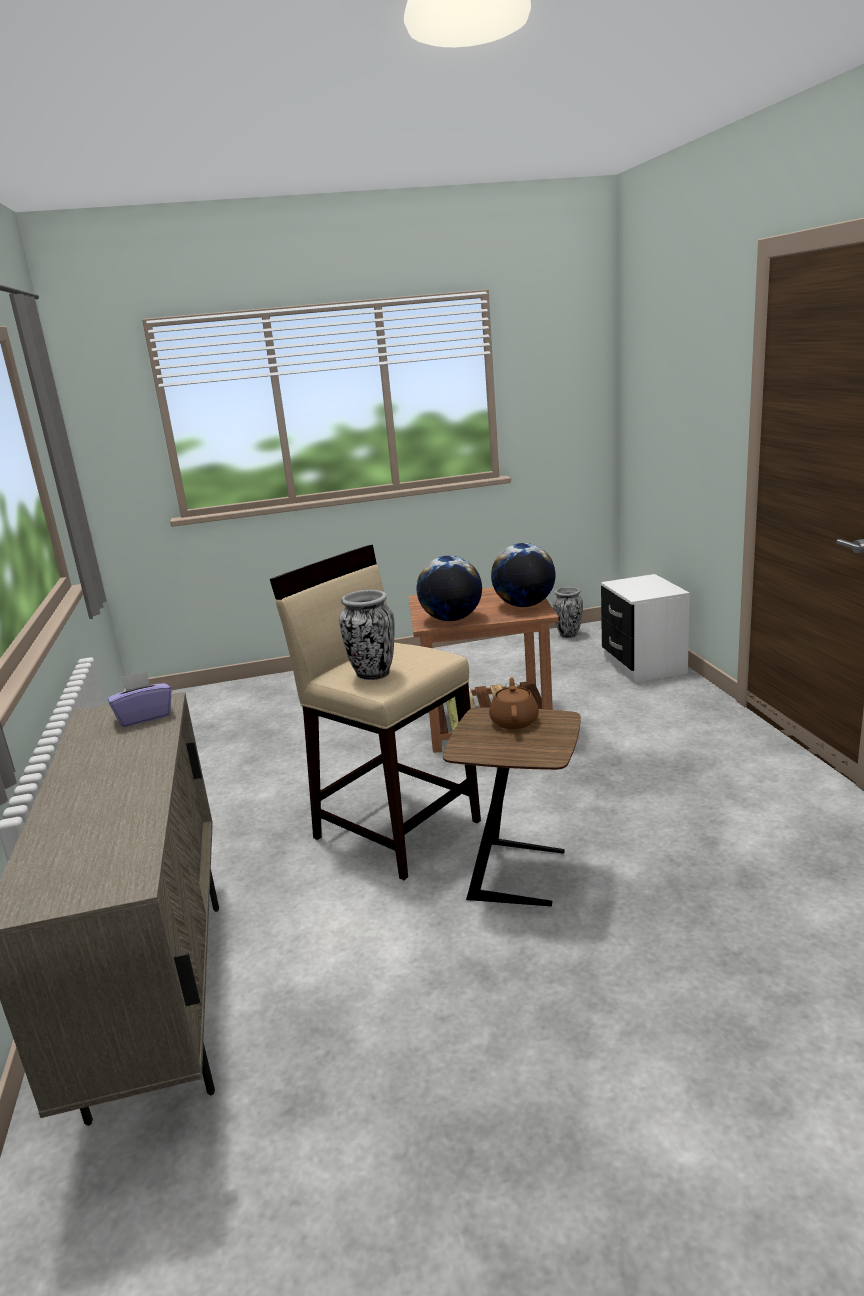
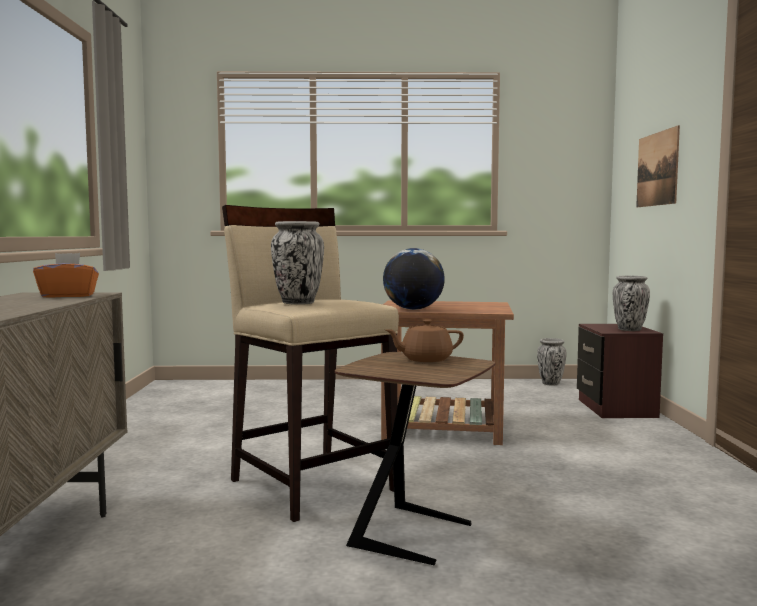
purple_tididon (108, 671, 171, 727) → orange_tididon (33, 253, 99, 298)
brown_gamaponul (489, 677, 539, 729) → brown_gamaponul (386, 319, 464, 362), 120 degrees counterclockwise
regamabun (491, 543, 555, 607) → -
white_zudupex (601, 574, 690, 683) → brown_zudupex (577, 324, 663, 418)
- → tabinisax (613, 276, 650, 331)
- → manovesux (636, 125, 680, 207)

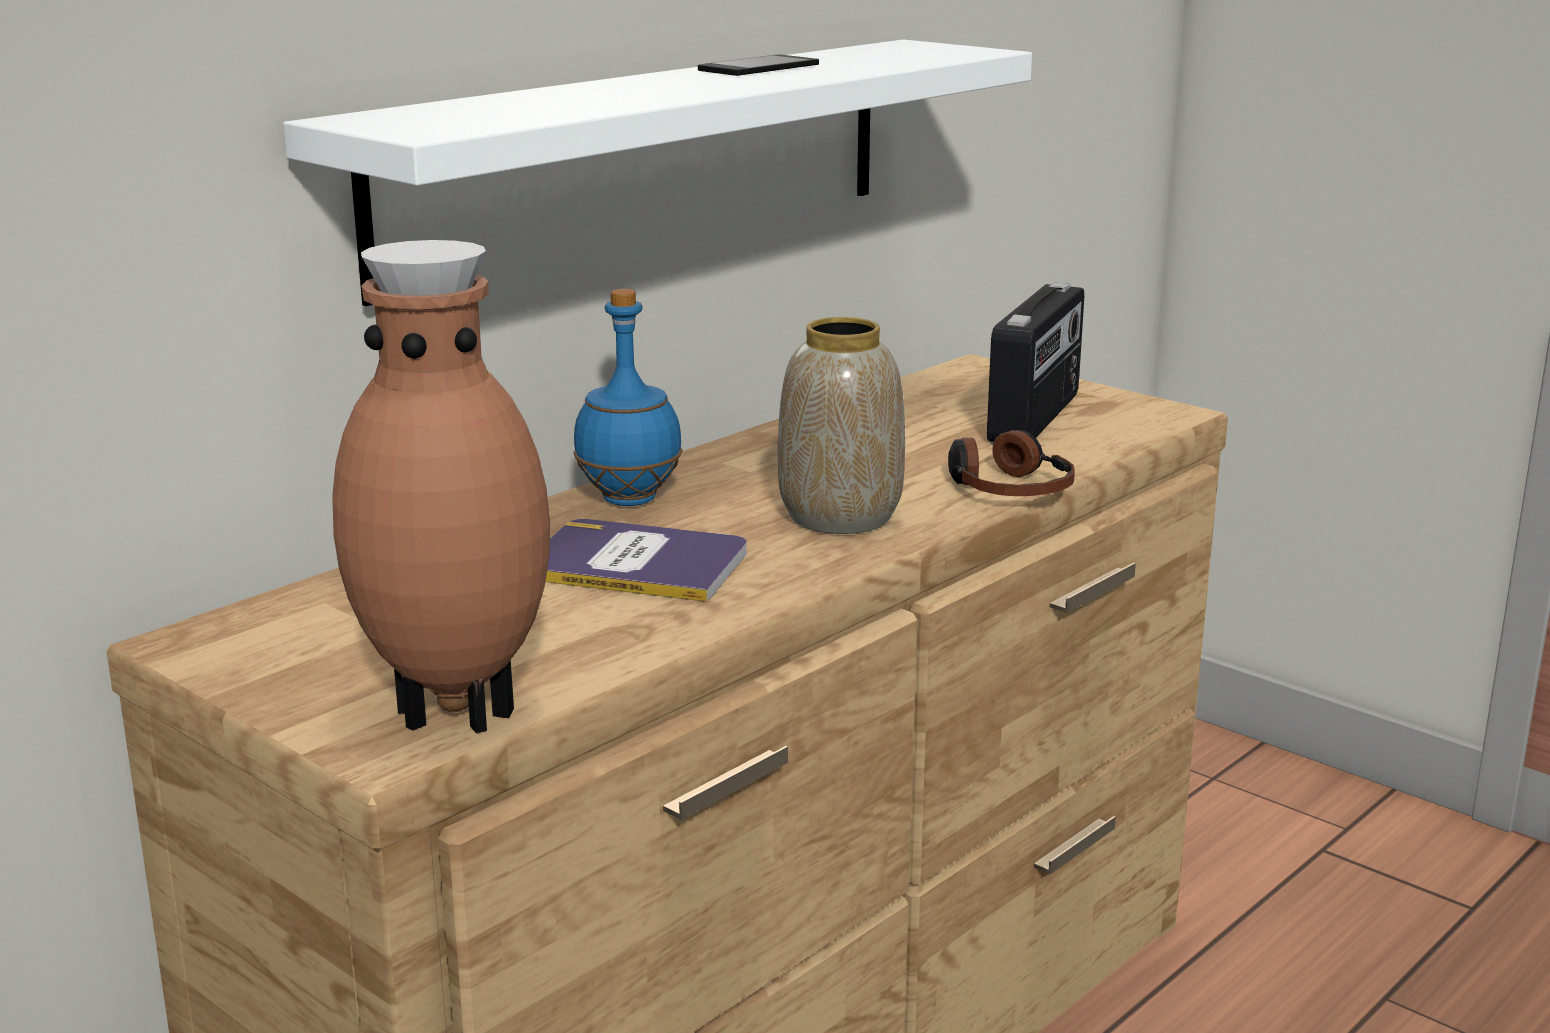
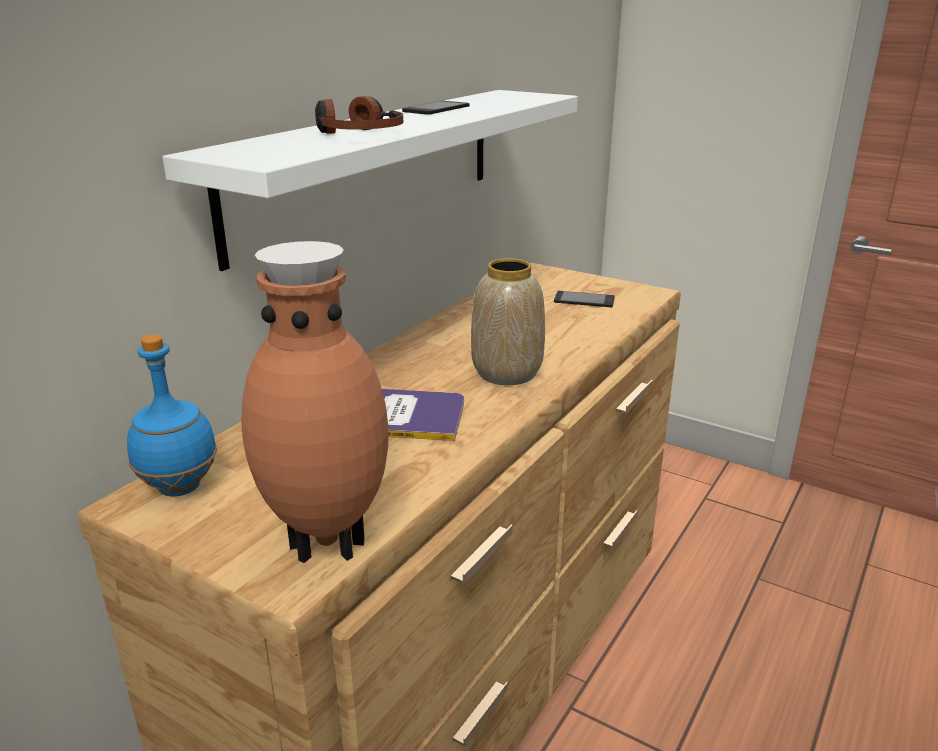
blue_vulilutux (573, 289, 683, 506) → blue_vulilutux (127, 335, 217, 497), shifted
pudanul (948, 430, 1075, 496) → pudanul (315, 96, 403, 134), shifted
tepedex (987, 282, 1084, 442) → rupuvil (554, 291, 615, 307)

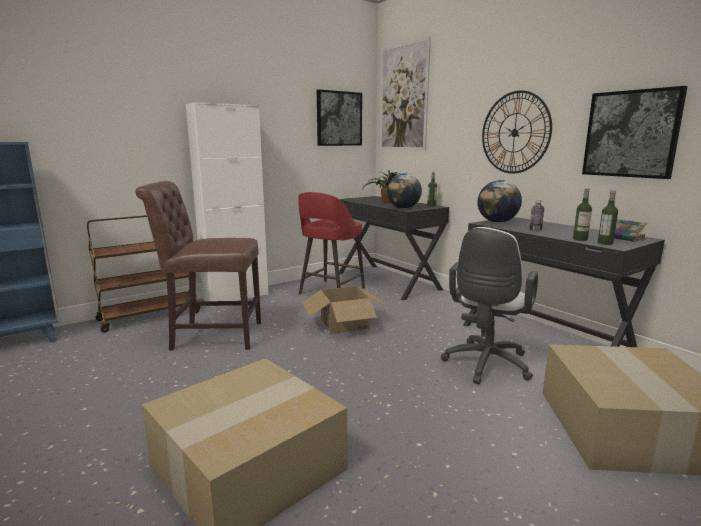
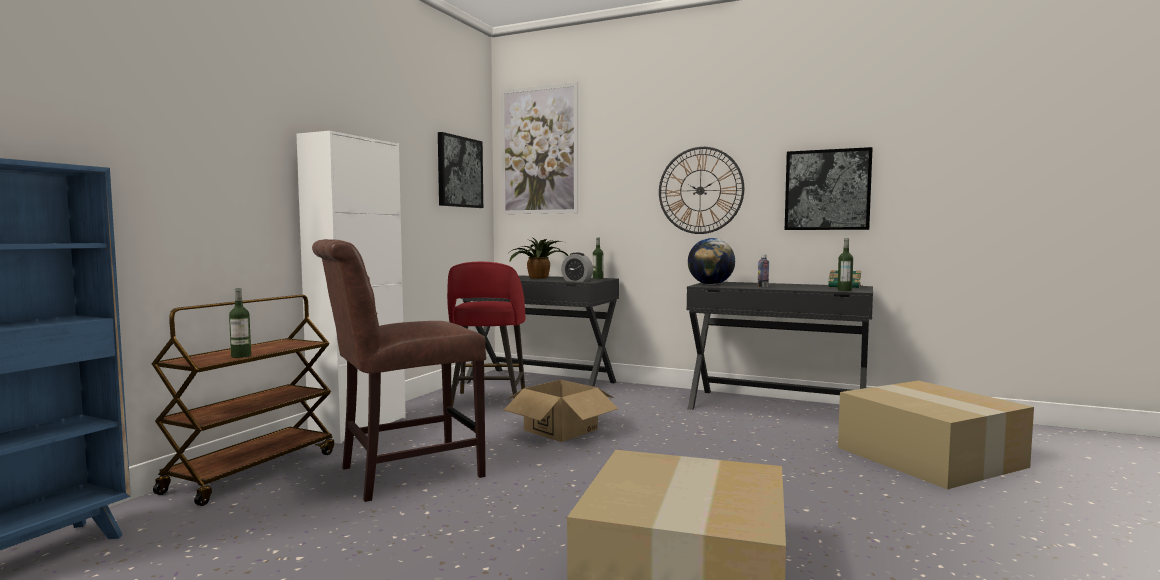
regamabun (387, 173, 422, 209) → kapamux (561, 253, 593, 282)
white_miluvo (441, 227, 538, 384) → -
vulilutux (573, 188, 592, 241) → vulilutux (229, 288, 251, 358), shifted

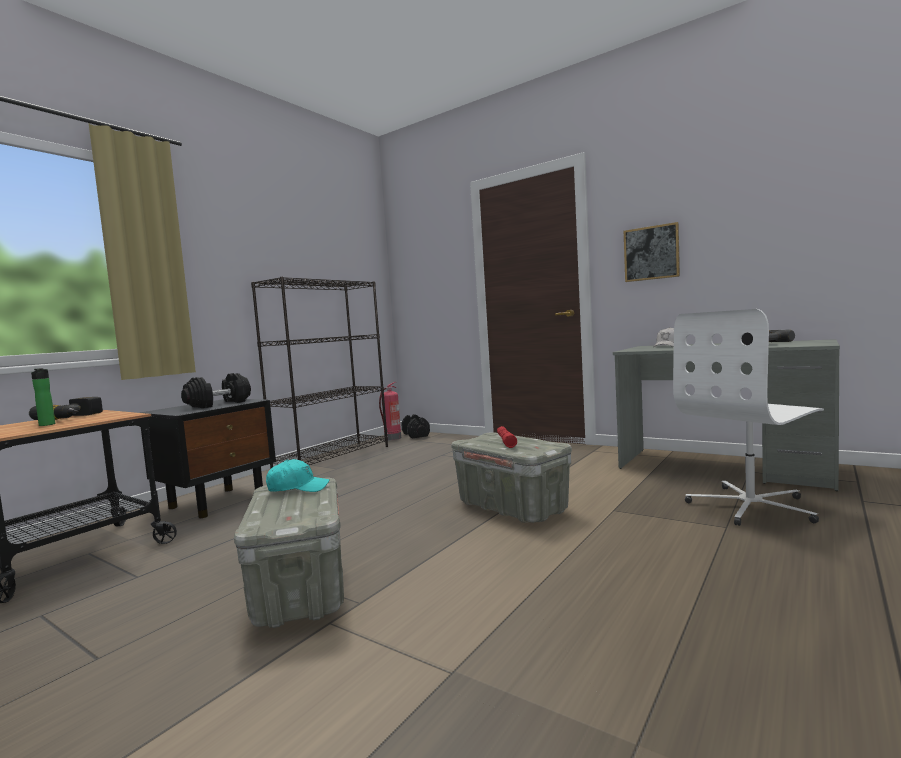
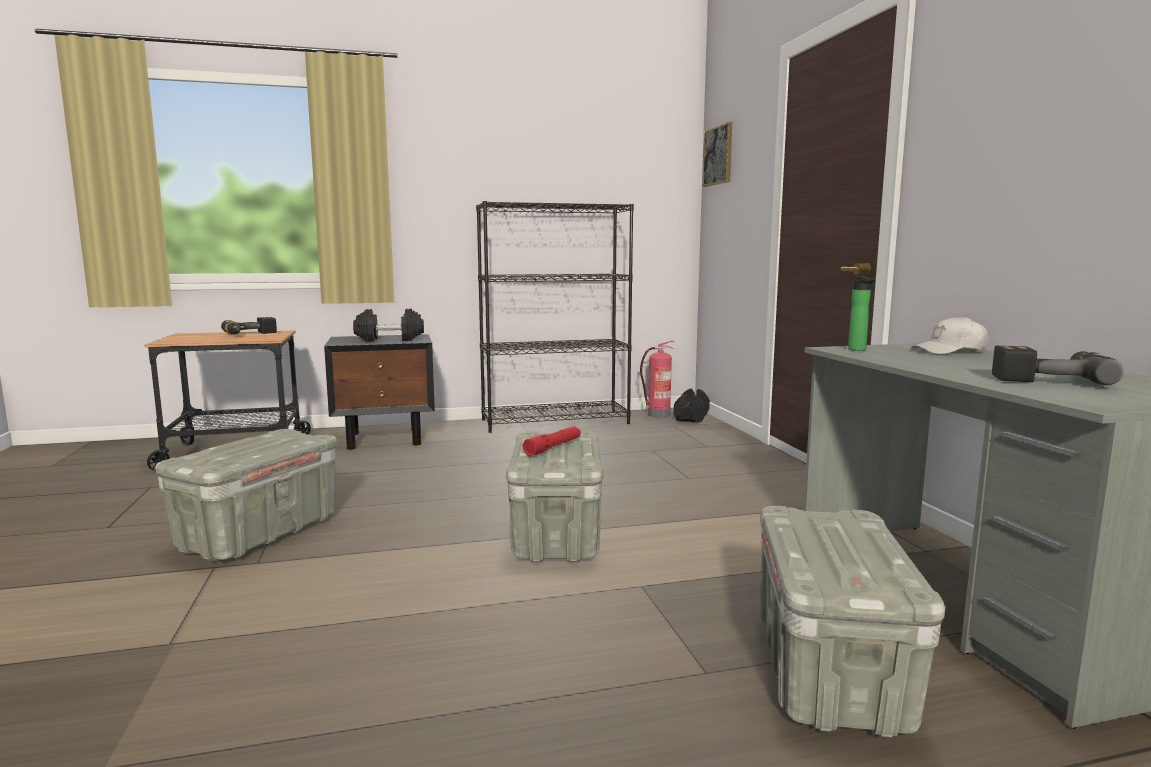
vulilutux (31, 368, 55, 426) → vulilutux (848, 276, 876, 351), shifted
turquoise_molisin (266, 459, 329, 492) → -
manovesux (624, 222, 680, 282) → manovesux (702, 121, 732, 187), shifted
white_miluvo (673, 309, 824, 526) → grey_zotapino (760, 506, 945, 738)

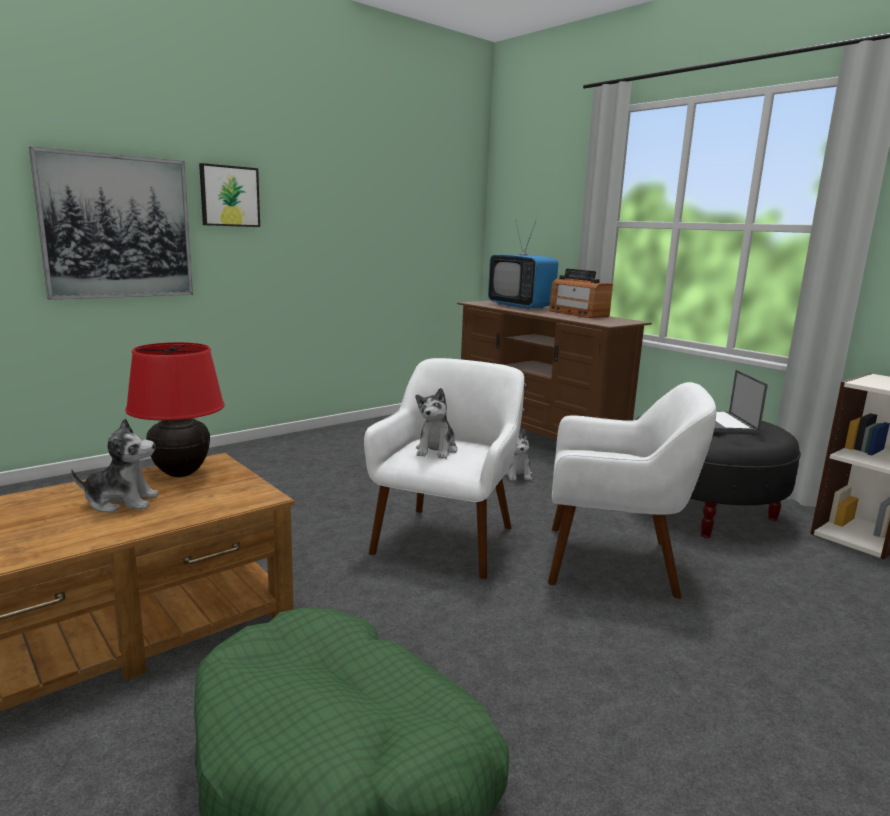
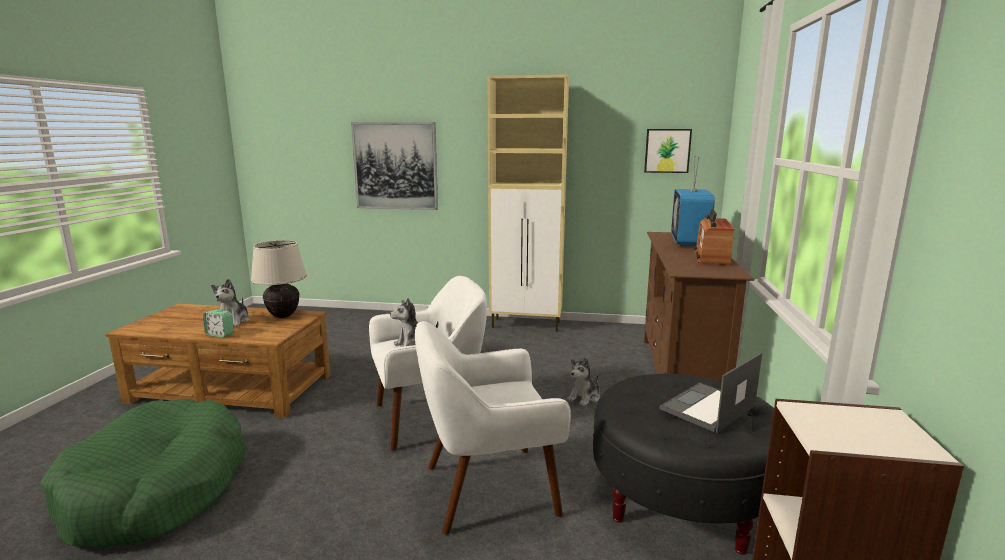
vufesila (71, 418, 159, 513) → vufesila (211, 279, 250, 327), 45 degrees clockwise
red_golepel (125, 342, 224, 477) → beige_golepel (251, 241, 307, 318)
manovesux (199, 163, 260, 227) → manovesux (644, 129, 692, 173), shifted
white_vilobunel (548, 382, 716, 599) → white_vilobunel (415, 321, 571, 535), 105 degrees clockwise
- → kapamux (203, 310, 234, 338)
- → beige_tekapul (487, 74, 569, 332)

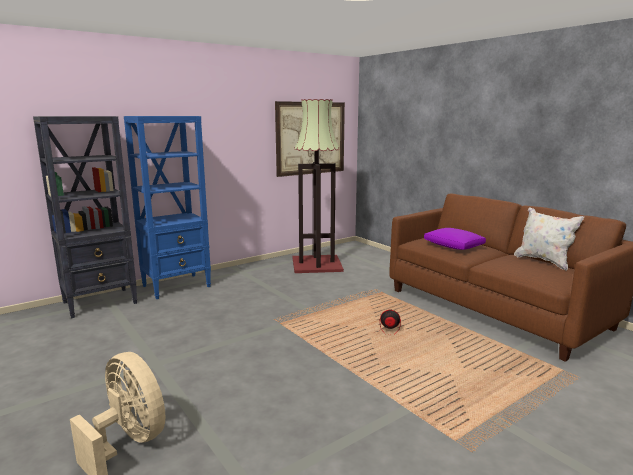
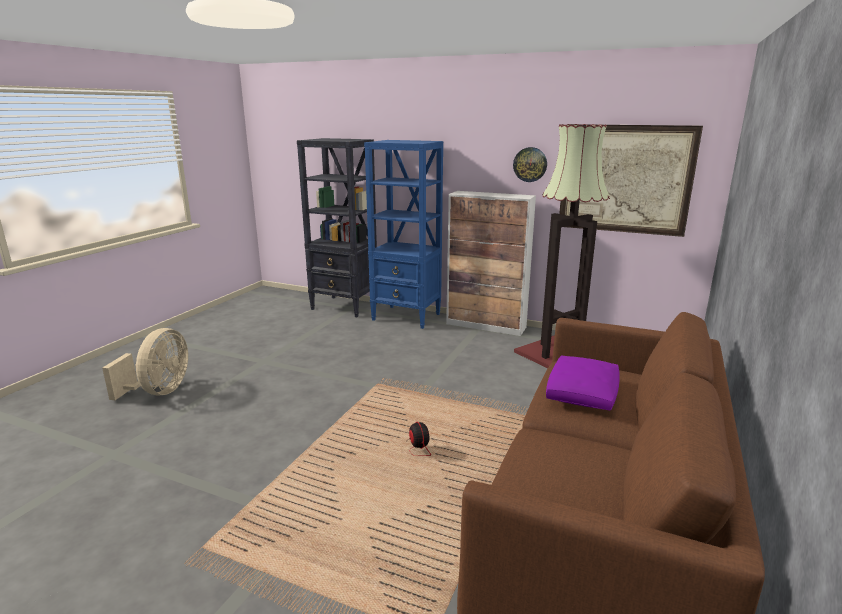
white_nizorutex (514, 208, 584, 271) → -
- → tekapul (446, 191, 536, 336)
- → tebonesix (513, 147, 547, 182)

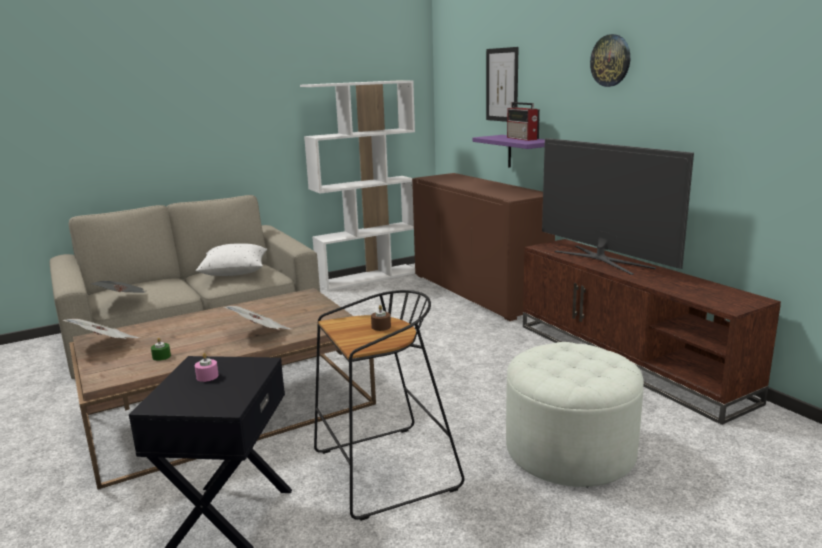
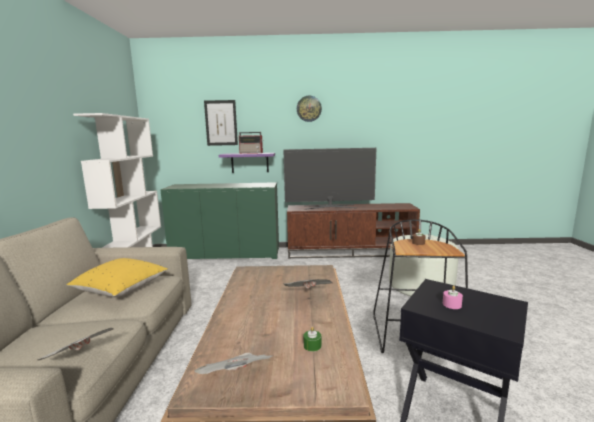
white_nizorutex (196, 243, 267, 276) → yellow_nizorutex (66, 258, 168, 297)
brown_tekapul (412, 173, 555, 321) → green_tekapul (161, 182, 279, 259)

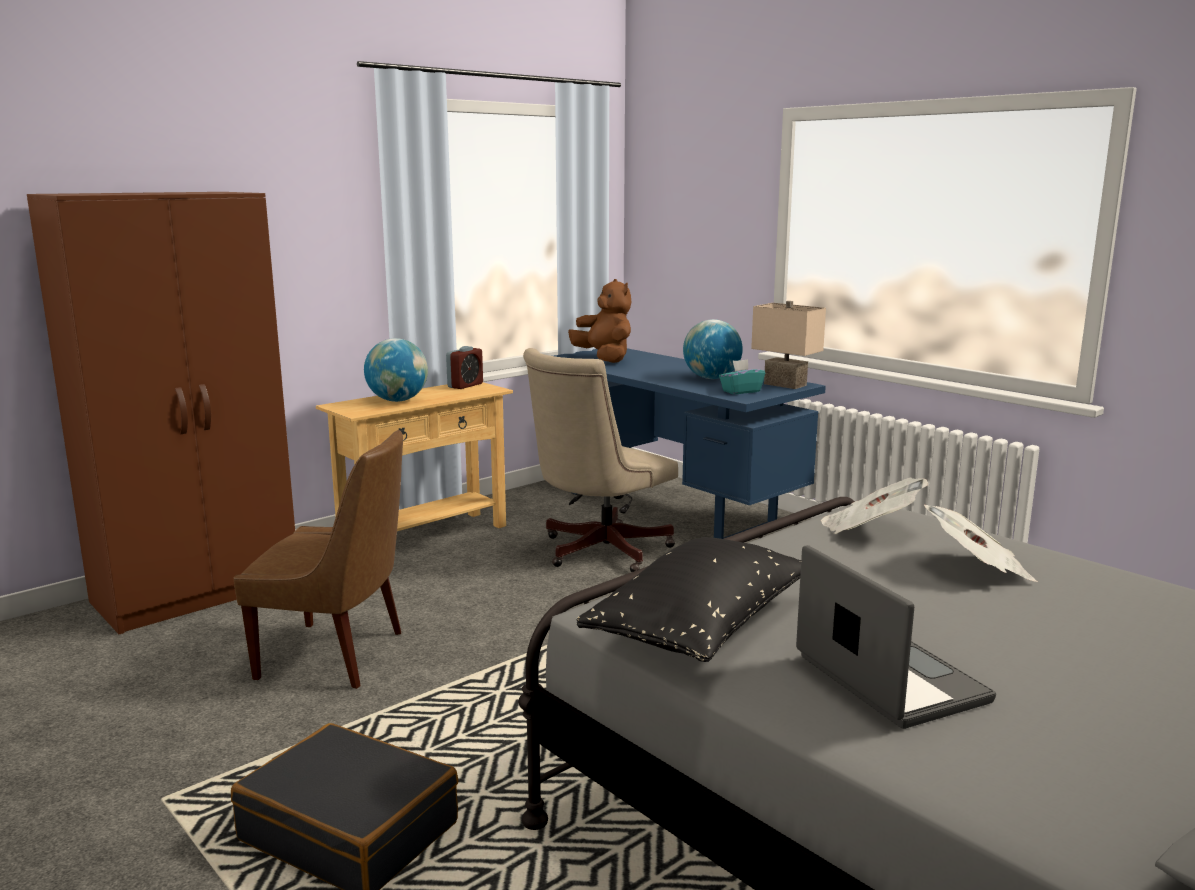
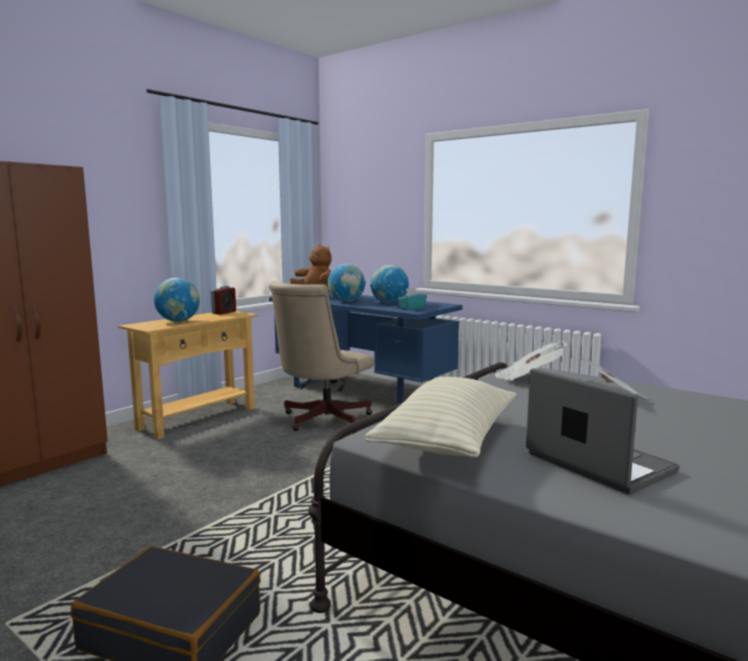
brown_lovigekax (233, 430, 403, 689) → -
black_nizorutex (577, 537, 801, 662) → beige_nizorutex (365, 377, 517, 458)
beige_golepel (751, 301, 826, 389) → -
- → regamabun (328, 264, 365, 302)

